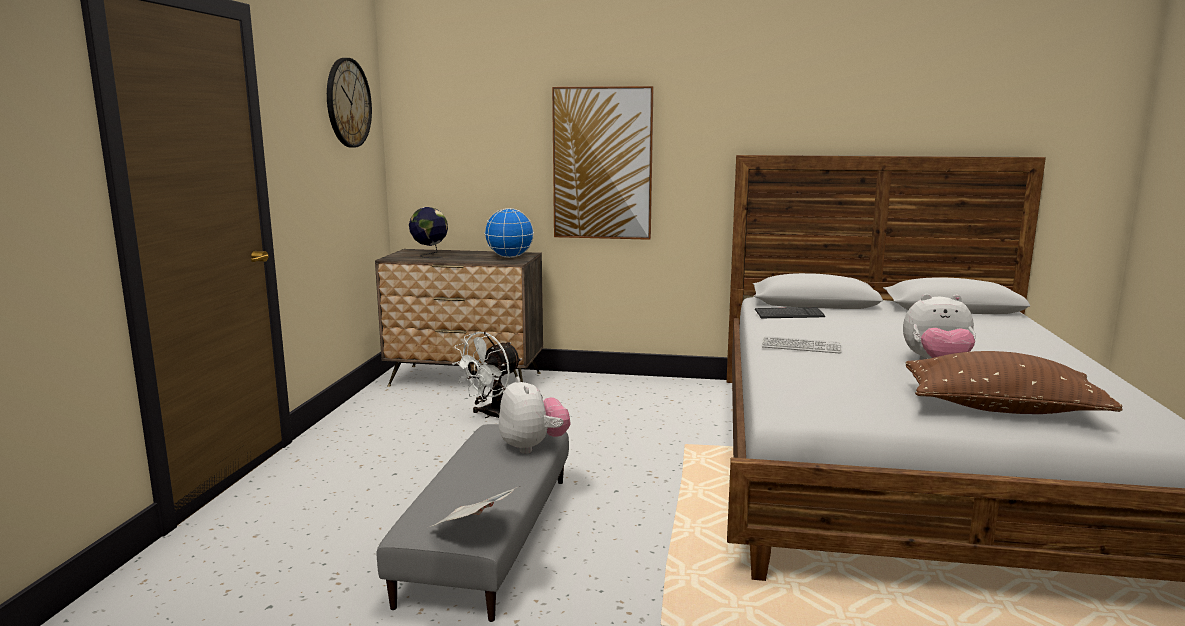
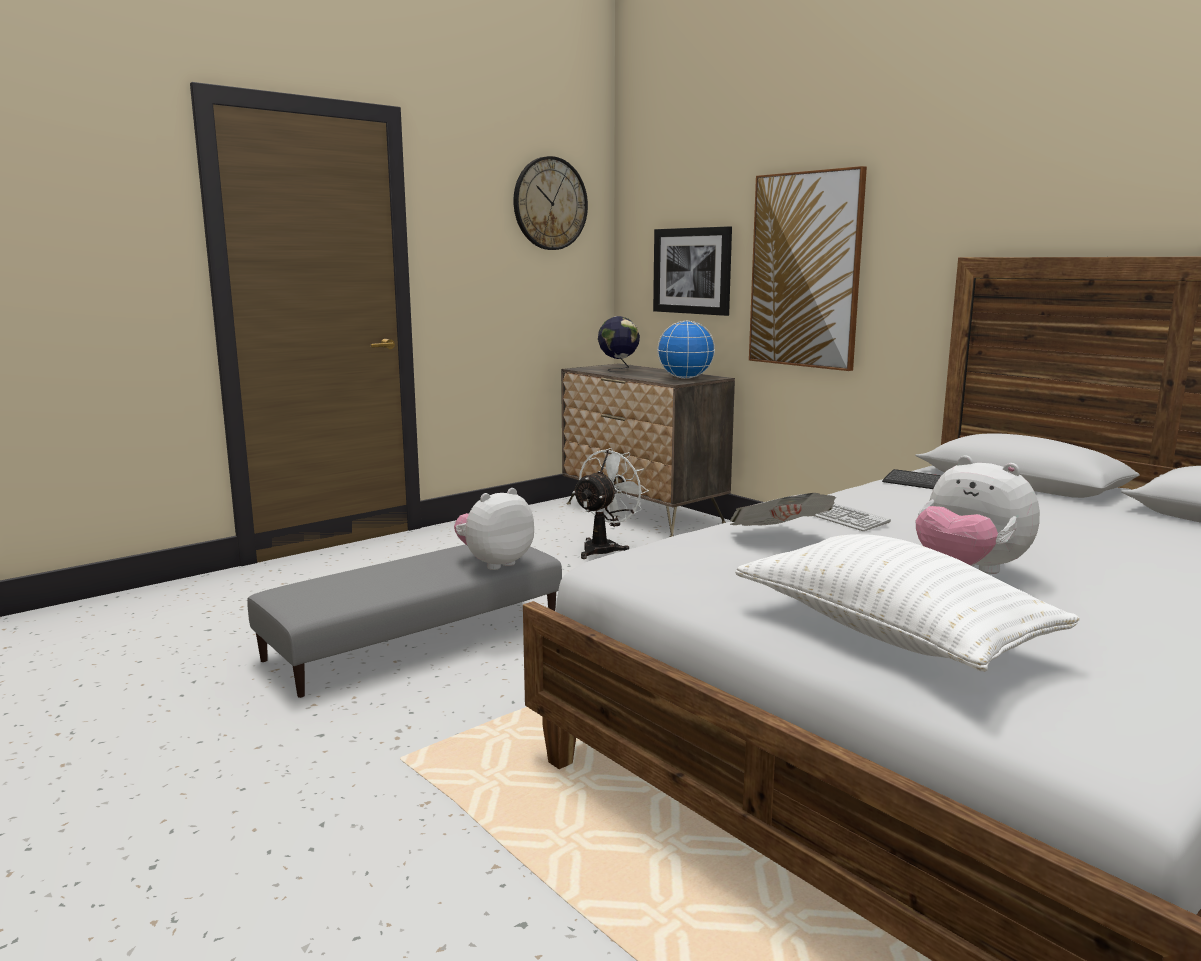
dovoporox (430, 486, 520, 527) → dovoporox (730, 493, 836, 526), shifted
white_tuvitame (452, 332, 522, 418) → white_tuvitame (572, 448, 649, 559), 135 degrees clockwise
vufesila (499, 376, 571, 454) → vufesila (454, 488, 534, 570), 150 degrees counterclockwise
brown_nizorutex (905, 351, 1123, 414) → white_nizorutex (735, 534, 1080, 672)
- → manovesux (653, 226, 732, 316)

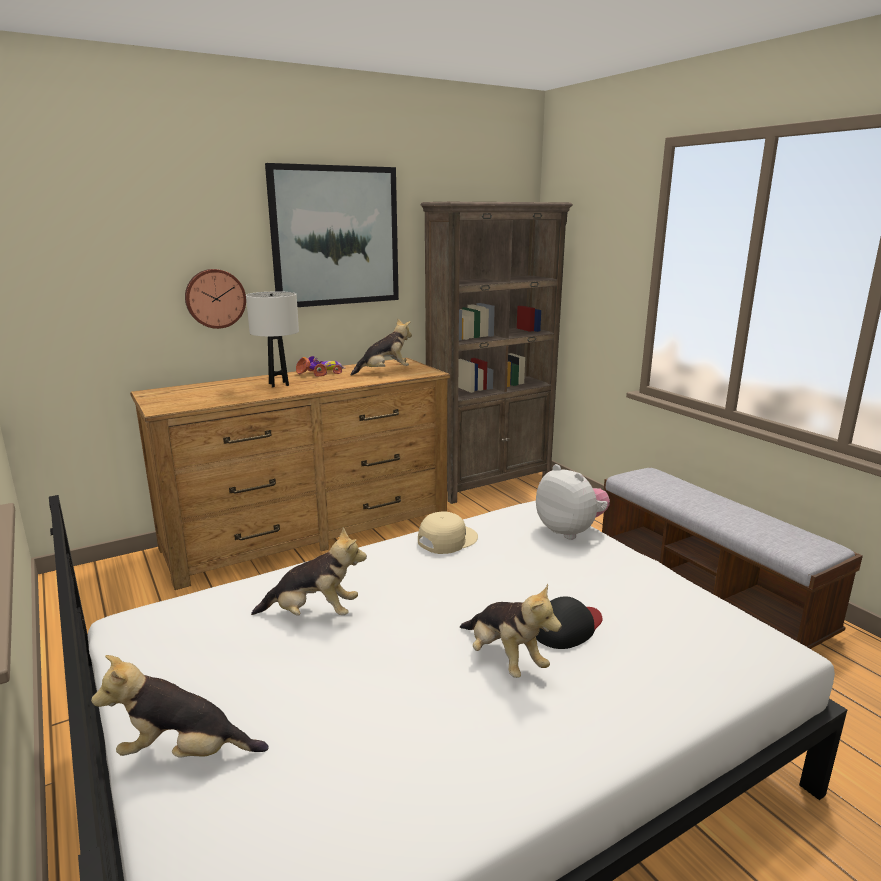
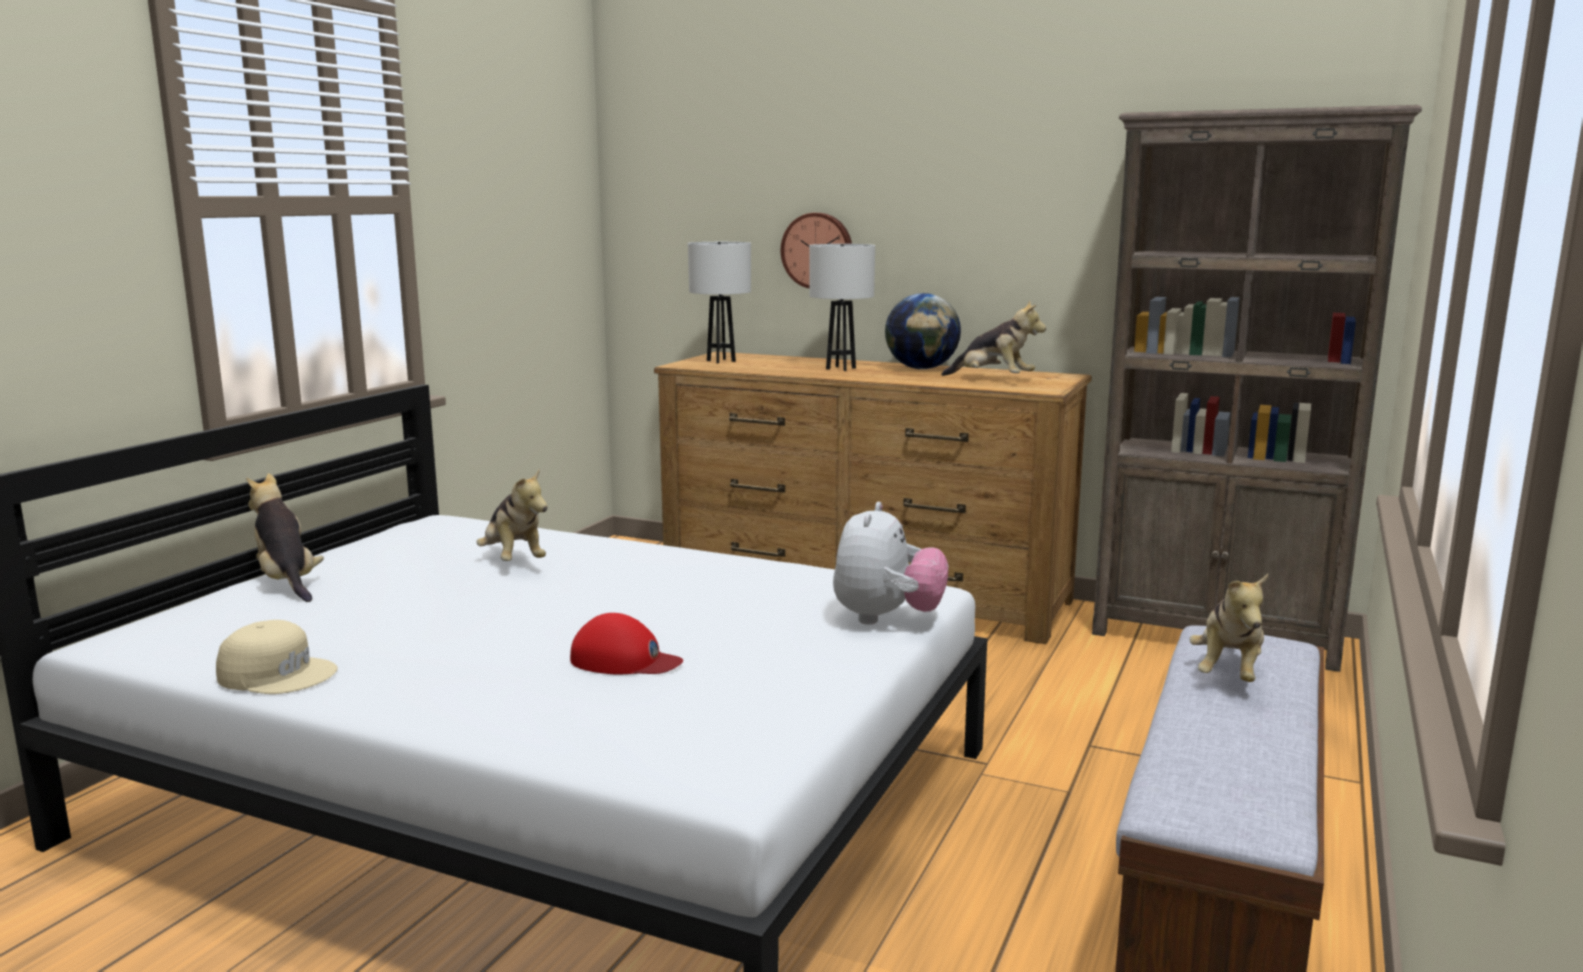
manovesux (265, 163, 399, 307) → -
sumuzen (296, 356, 345, 377) → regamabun (885, 293, 961, 369)
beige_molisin (418, 511, 478, 554) → beige_molisin (216, 620, 338, 694), shifted
vufesila (460, 584, 562, 678) → vufesila (1190, 574, 1268, 682), shifted
black_molisin (536, 596, 603, 649) → red_molisin (570, 613, 683, 674)
- → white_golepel (688, 242, 751, 363)

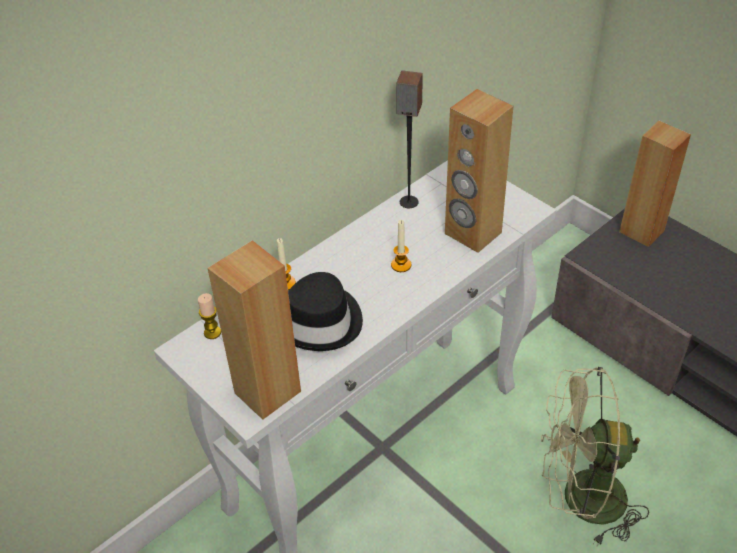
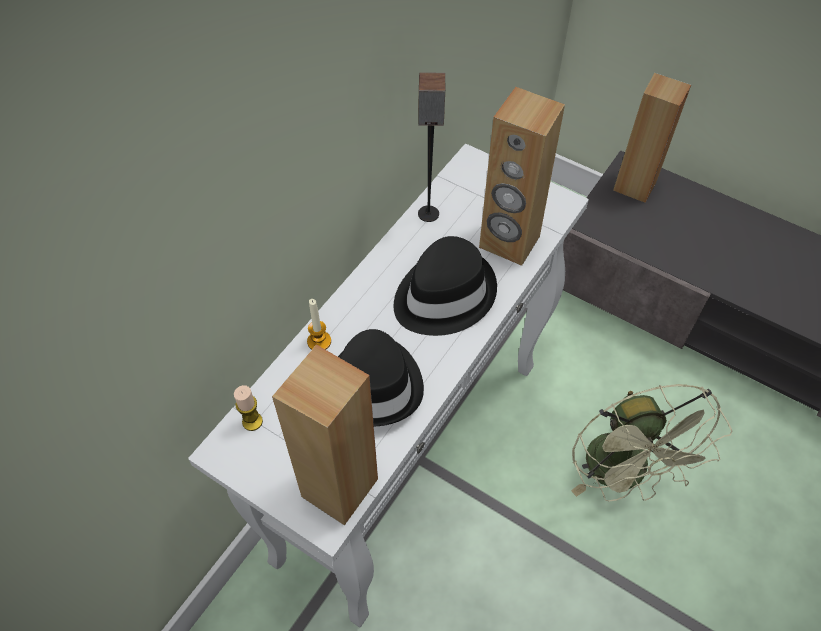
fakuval (391, 220, 411, 272) → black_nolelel (394, 236, 497, 336)
green_tuvitame (541, 367, 649, 547) → green_tuvitame (571, 384, 732, 502), 90 degrees counterclockwise

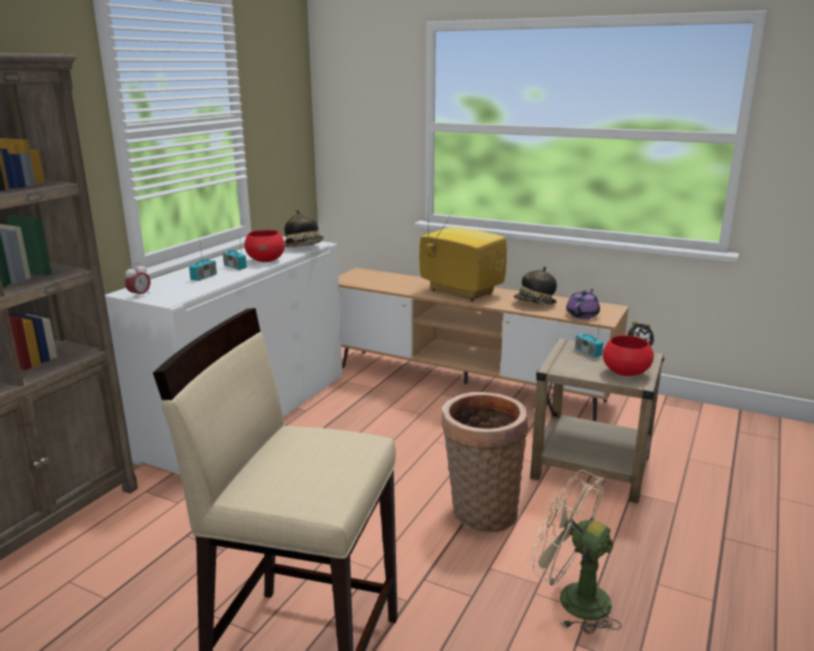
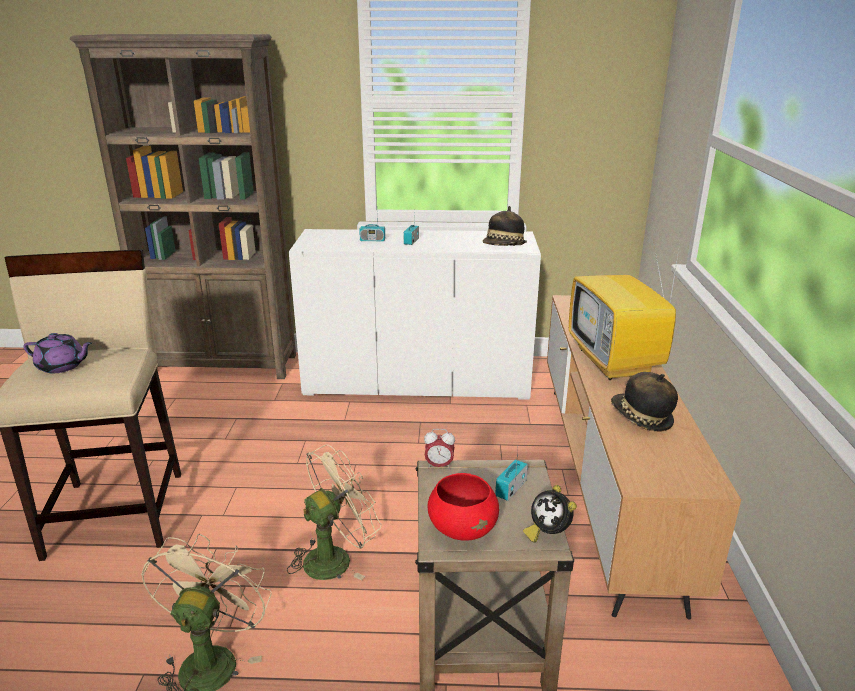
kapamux (125, 263, 150, 299) → kapamux (424, 429, 455, 469), shifted
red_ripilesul (244, 230, 285, 262) → -
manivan (419, 205, 507, 301) → manivan (569, 244, 680, 380), 150 degrees clockwise
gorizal (442, 392, 528, 533) → beige_tuvitame (287, 444, 382, 580)
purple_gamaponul (566, 289, 600, 319) → purple_gamaponul (23, 333, 92, 373), shifted

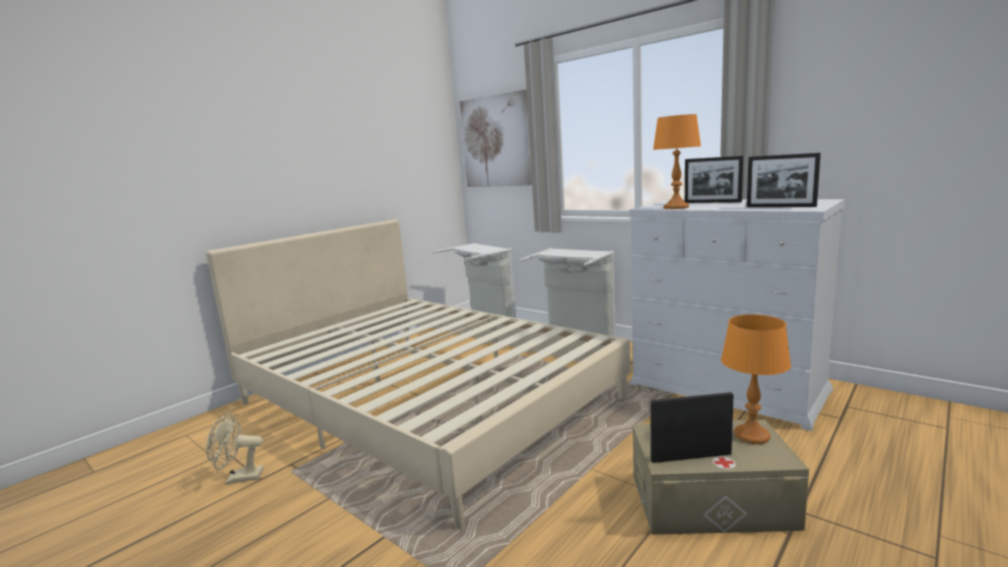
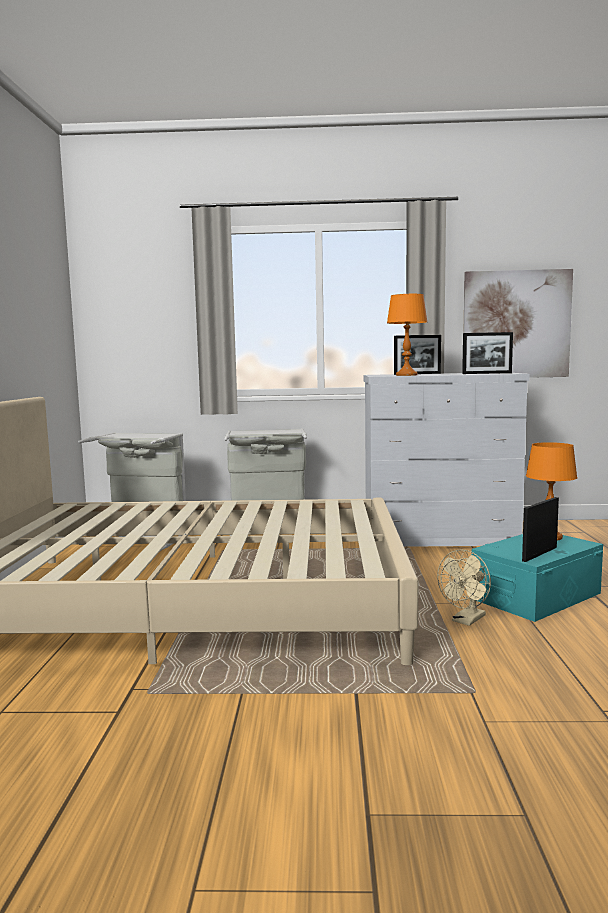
beige_tuvitame (206, 413, 264, 484) → beige_tuvitame (437, 550, 491, 626), shifted
manovesux (460, 89, 532, 187) → manovesux (463, 269, 573, 378), shifted
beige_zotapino (633, 420, 809, 535) → turquoise_zotapino (472, 534, 603, 622)

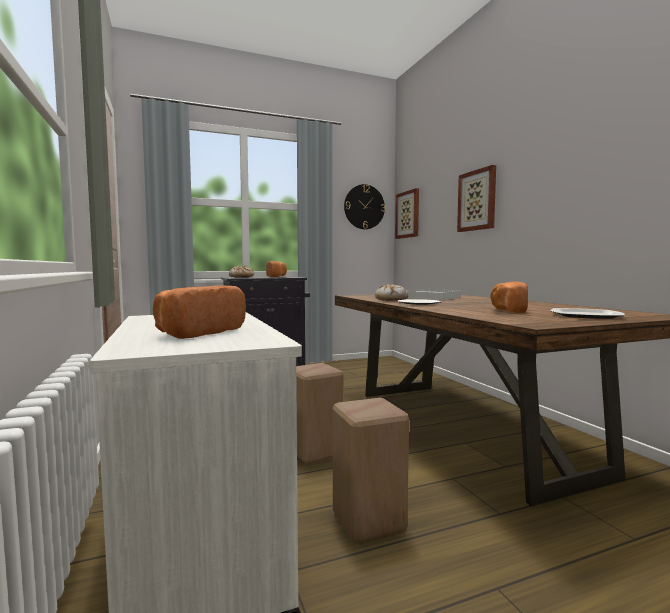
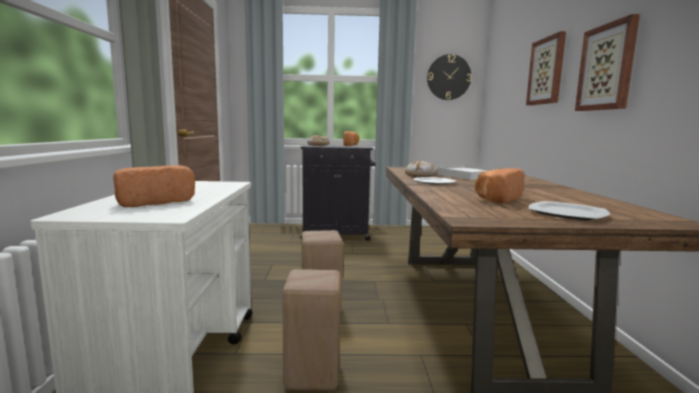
manovesux (395, 188, 419, 239) → manovesux (575, 14, 640, 111), shifted

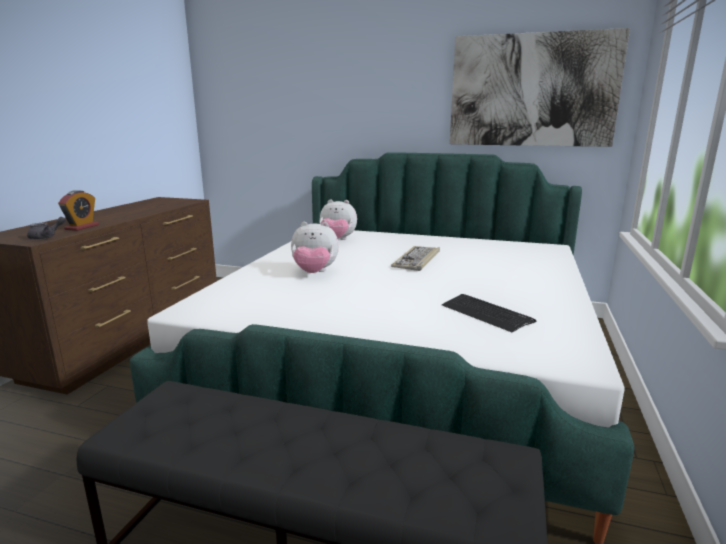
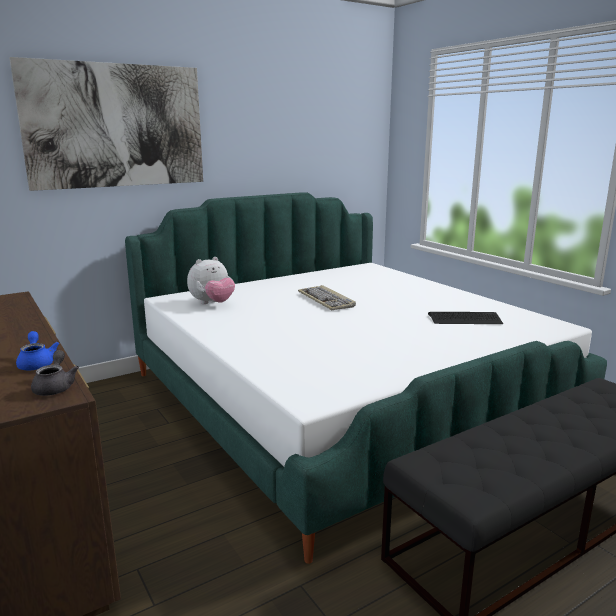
kapamux (58, 190, 99, 231) → blue_gamaponul (16, 331, 60, 370)
vufesila (291, 222, 339, 273) → -
manovesux (450, 28, 630, 147) → manovesux (9, 57, 203, 191), shifted

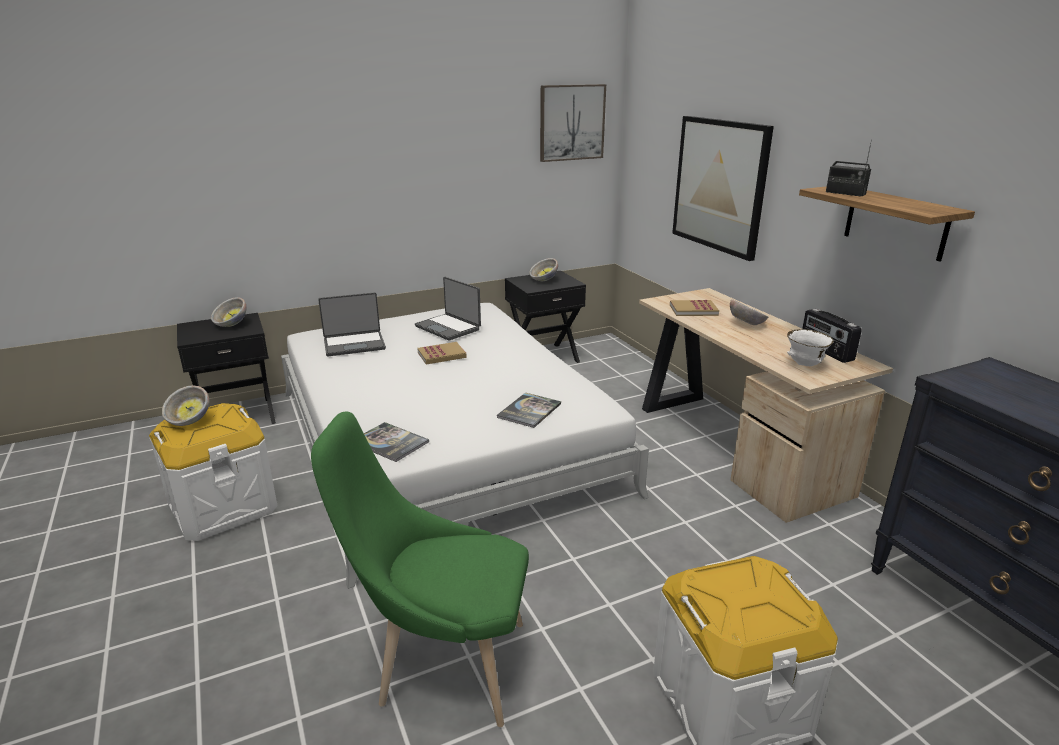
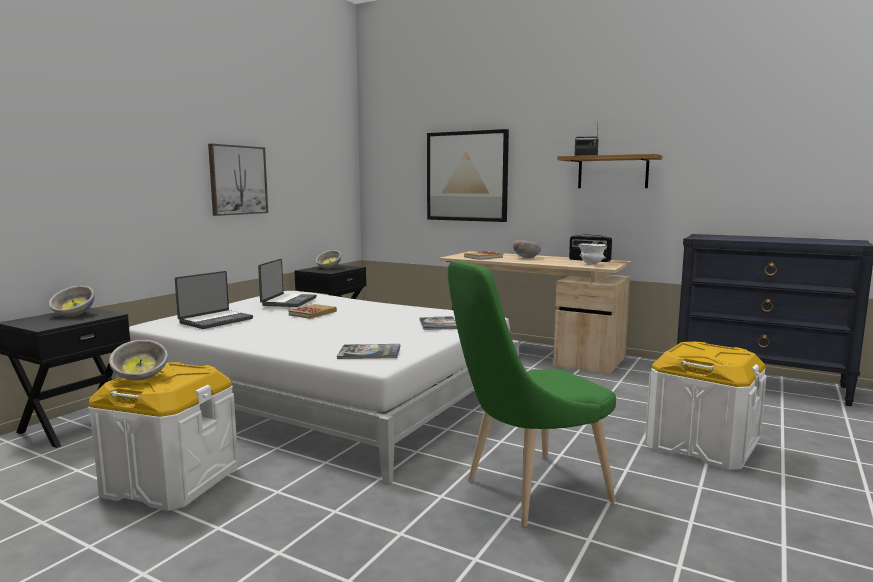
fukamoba (415, 277, 481, 341) → fukamoba (258, 259, 317, 307), 90 degrees counterclockwise
manovesux (540, 84, 606, 162) → manovesux (208, 144, 268, 216), shifted

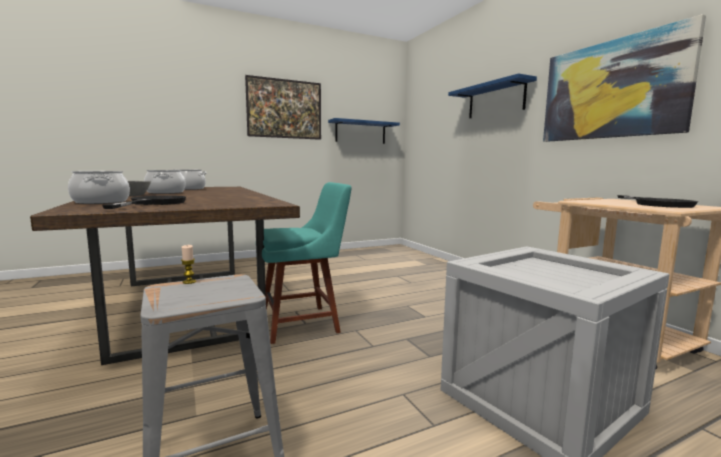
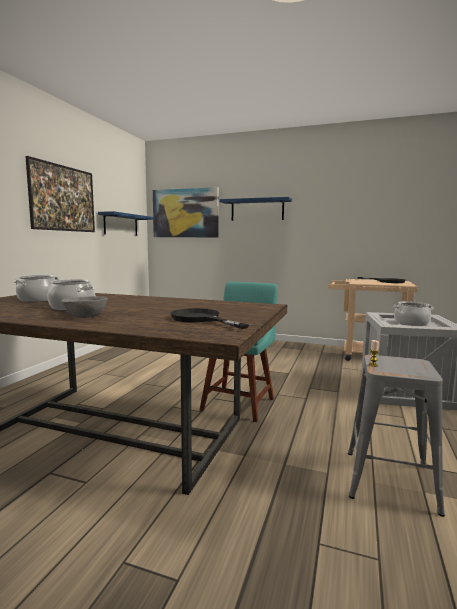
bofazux (68, 171, 130, 204) → bofazux (393, 301, 433, 326), shifted
manovesux (543, 14, 706, 142) → manovesux (153, 187, 219, 237), shifted

